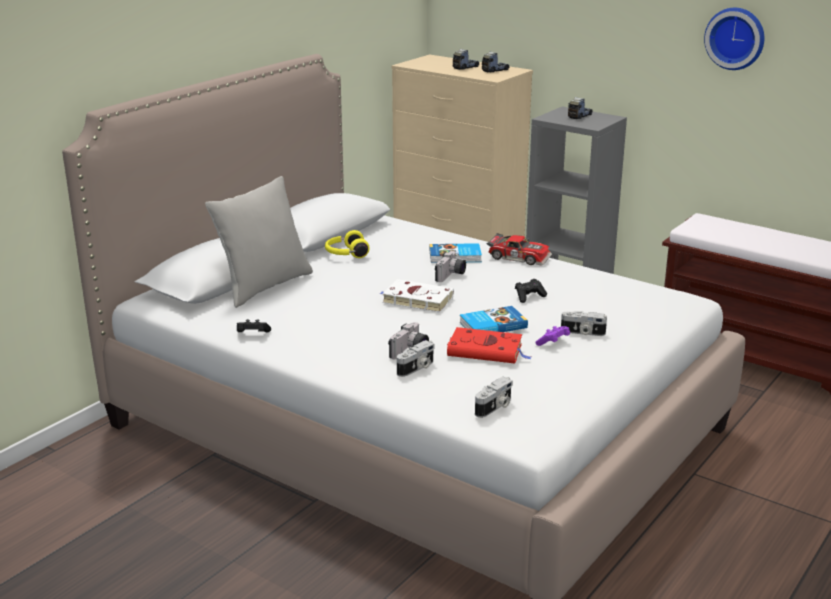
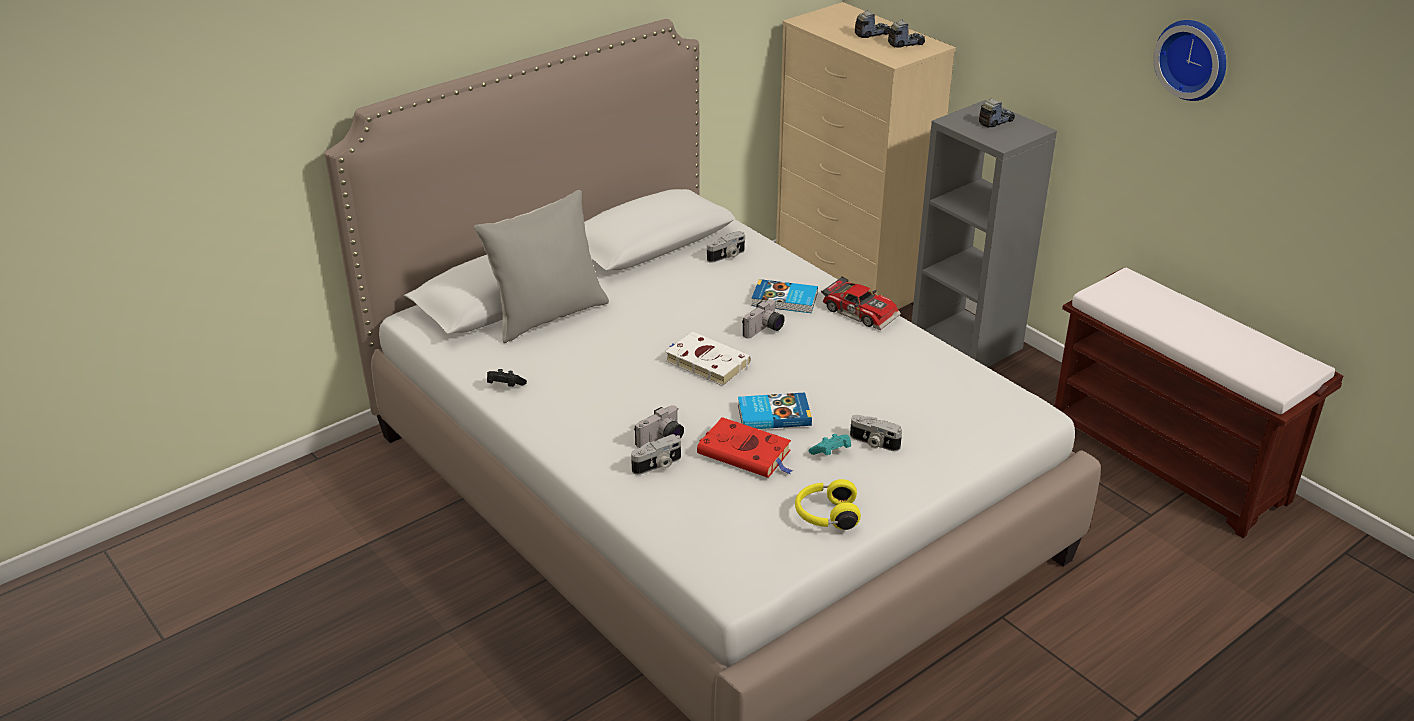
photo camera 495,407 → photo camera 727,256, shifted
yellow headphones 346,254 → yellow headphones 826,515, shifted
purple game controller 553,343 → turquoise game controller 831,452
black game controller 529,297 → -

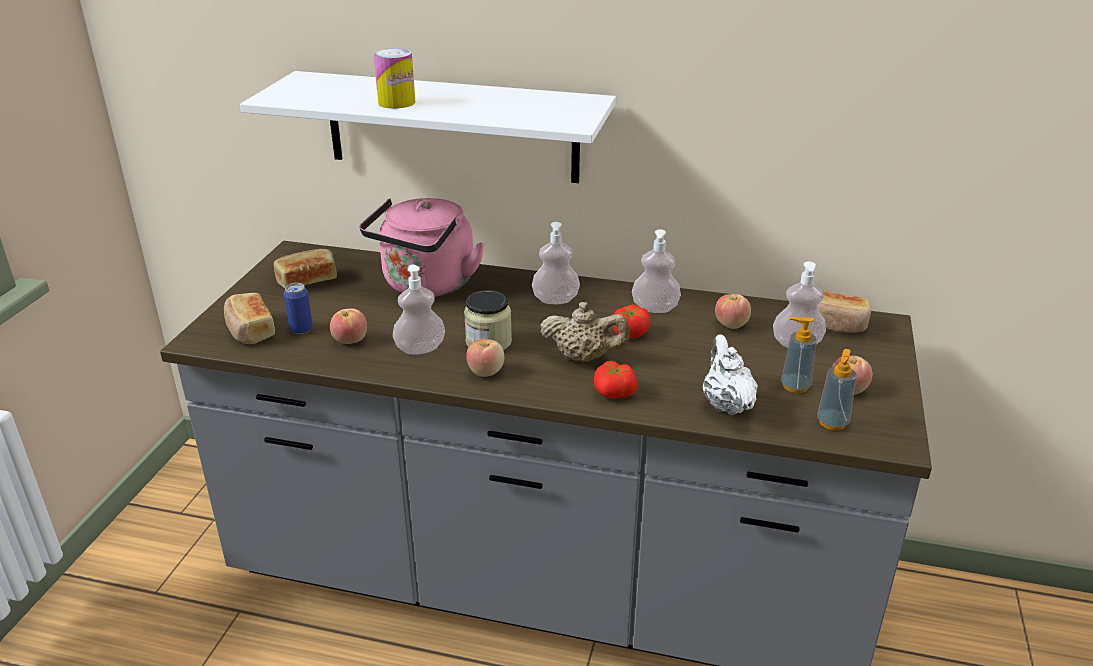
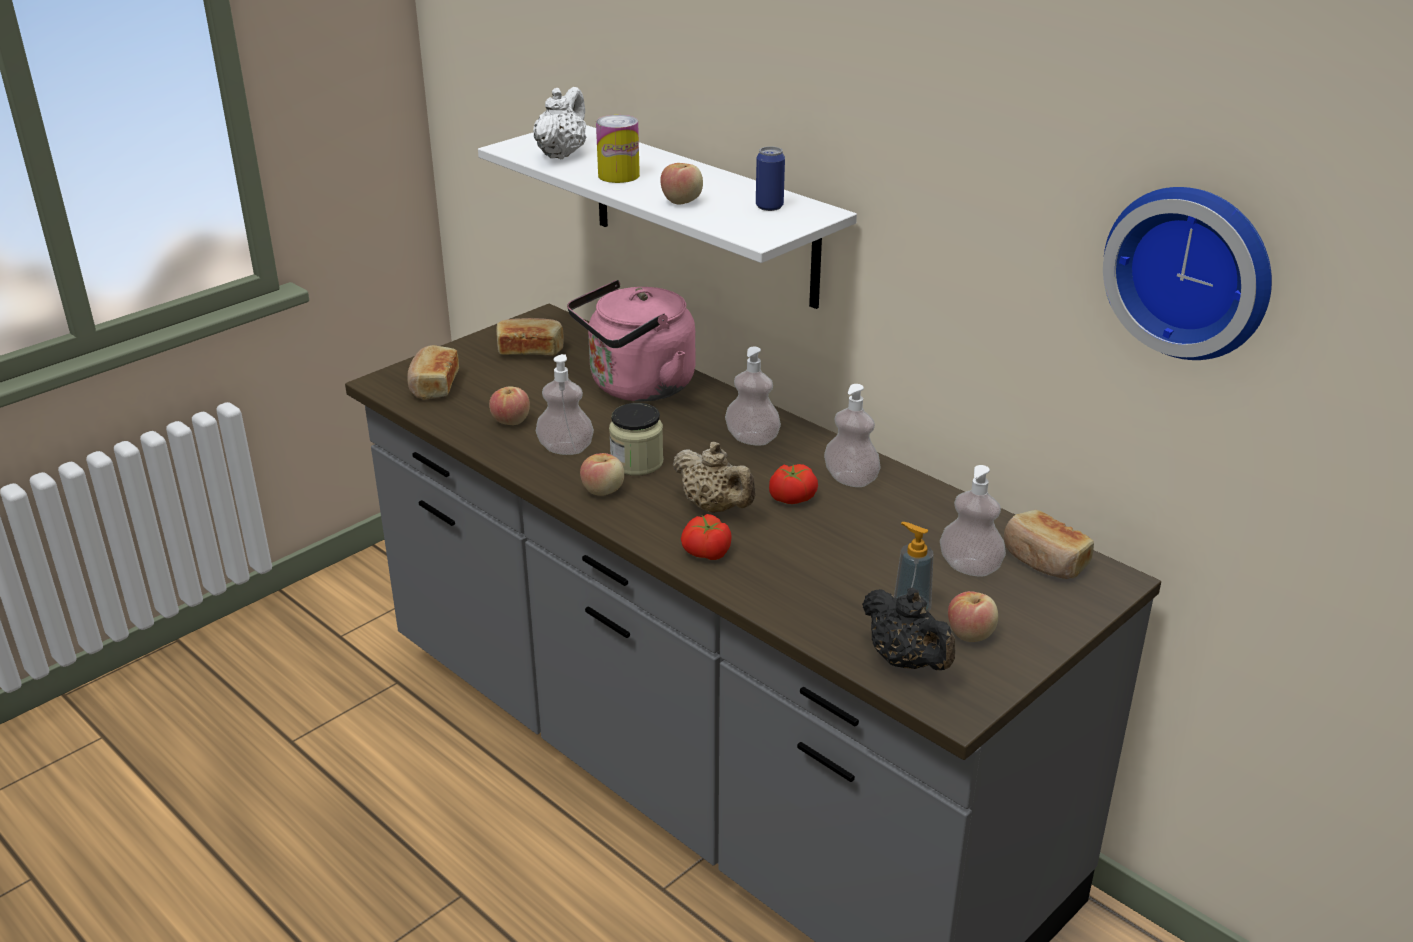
white teapot 726,404 → white teapot 561,154, shifted
apple 731,324 → apple 681,201, shifted
can 301,329 → can 769,207, shifted
soap dispenser 832,423 → black teapot 906,661
- → wall clock 1192,270

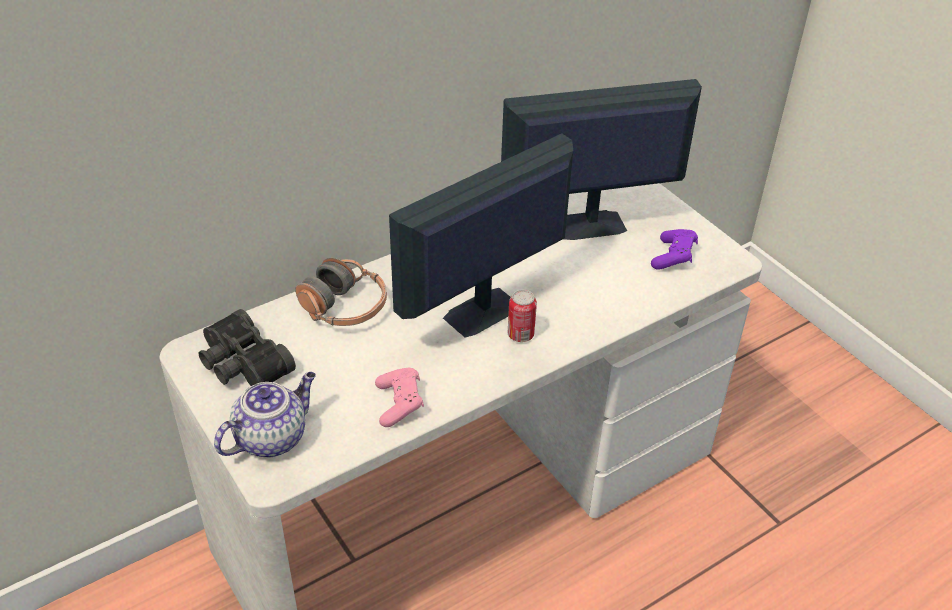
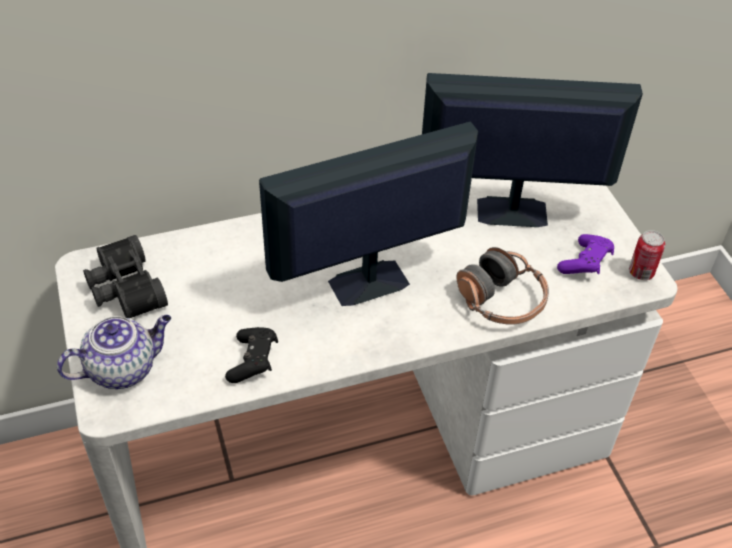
pink game controller 399,404 → black game controller 253,361
headphones 344,307 → headphones 501,300, shifted
can 520,335 → can 641,272, shifted

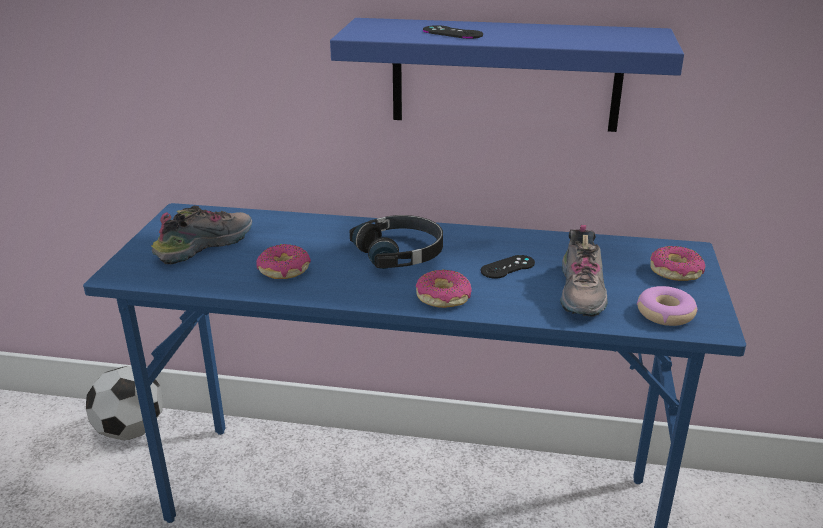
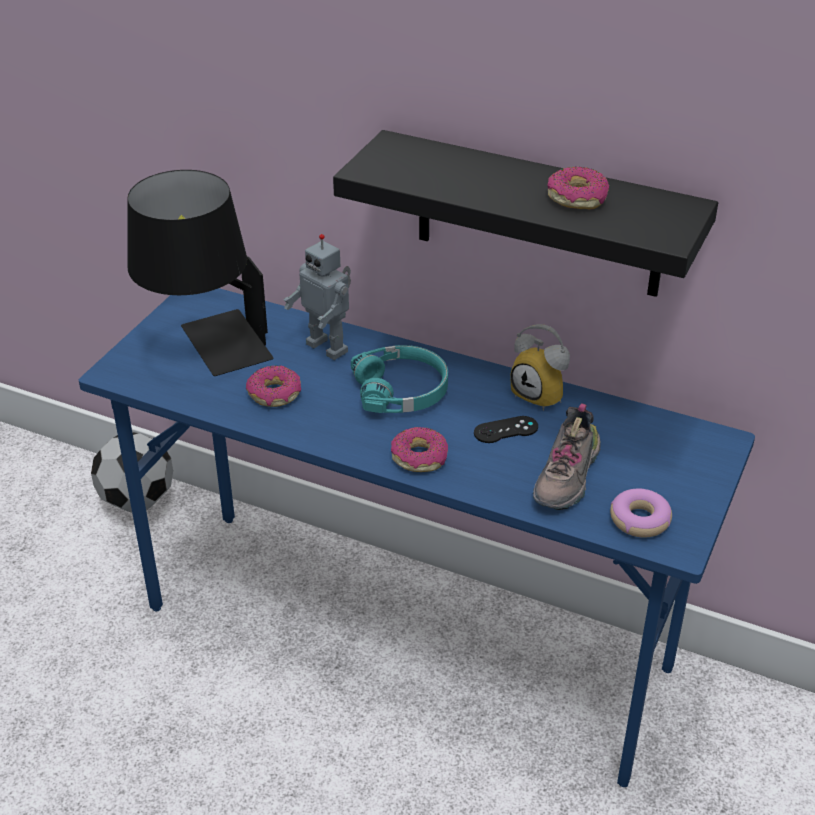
shoe 205,246 → black table lamp 206,348
- → toy robot 329,347
blue shelf 505,75 → black shelf 539,215
black headphones 400,252 → turquoise headphones 402,390
- → alarm clock 542,395
donut 675,271 → donut 577,198, shifted
black game controller 452,33 → -

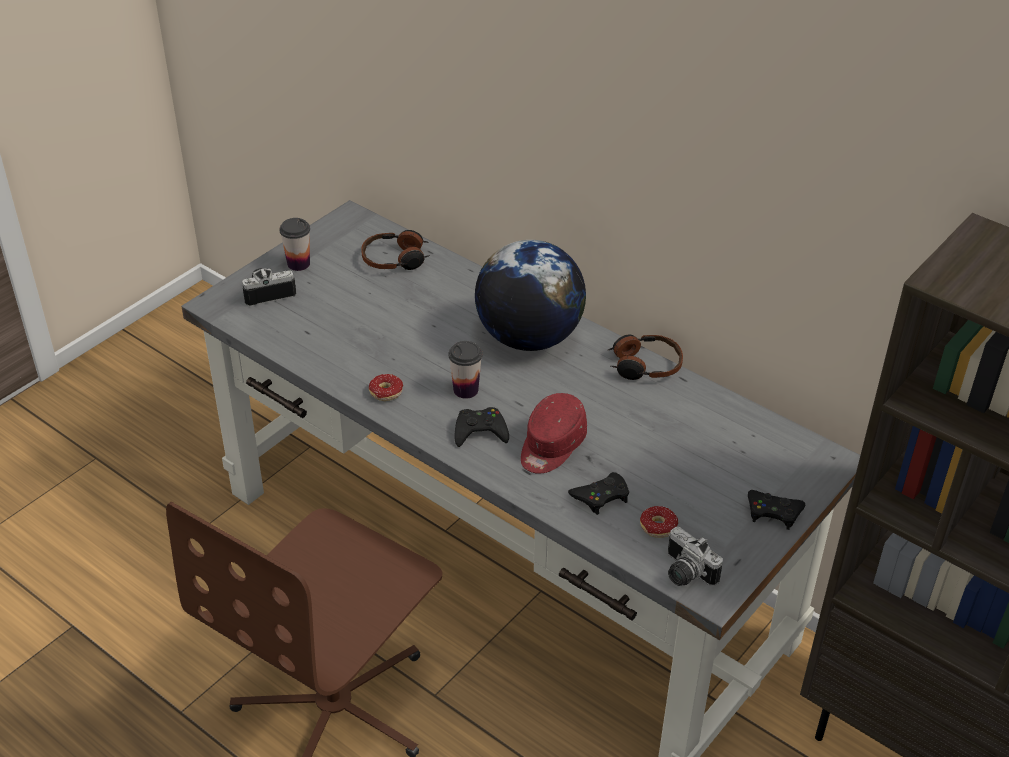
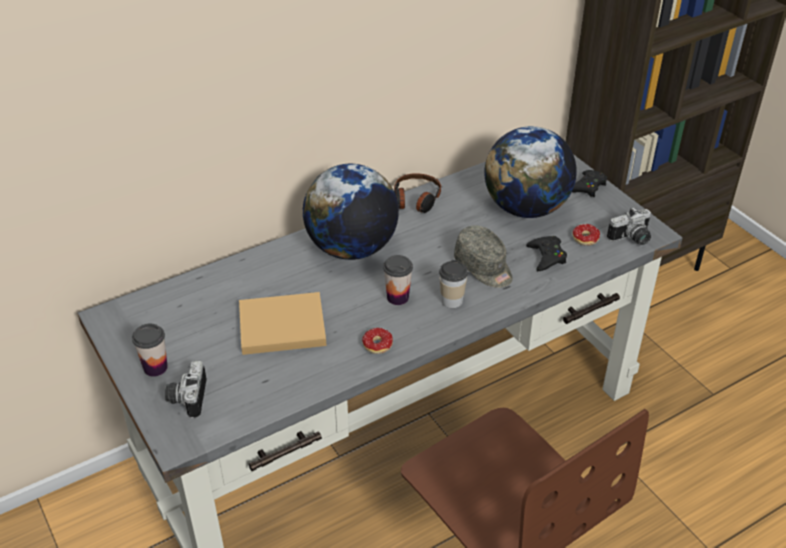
- → beige book 279,326
black game controller 480,432 → cup 451,301
red cap 551,446 → grey cap 484,267
- → globe 526,208
headphones 396,259 → -

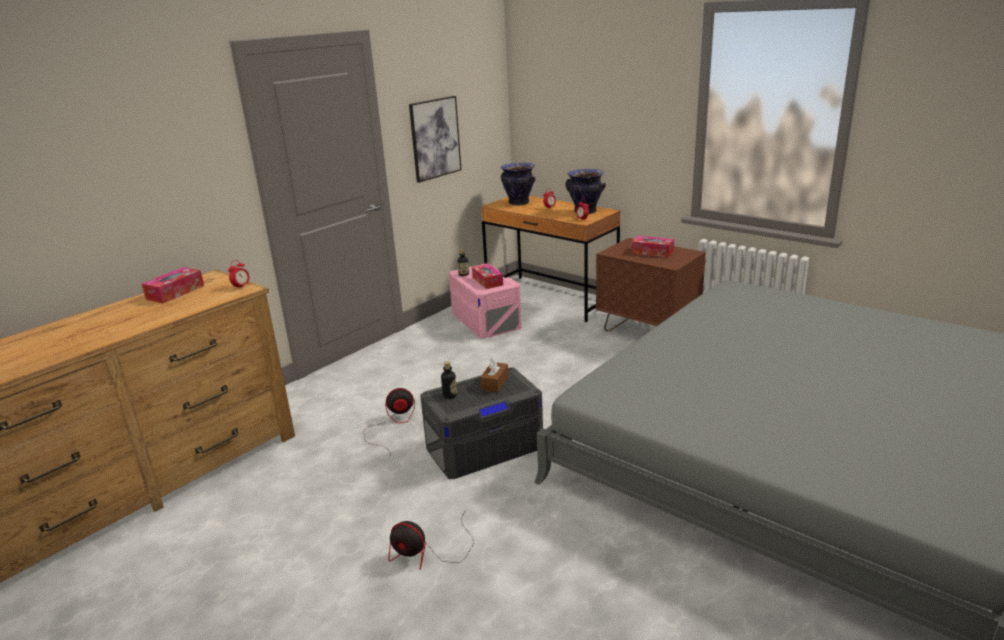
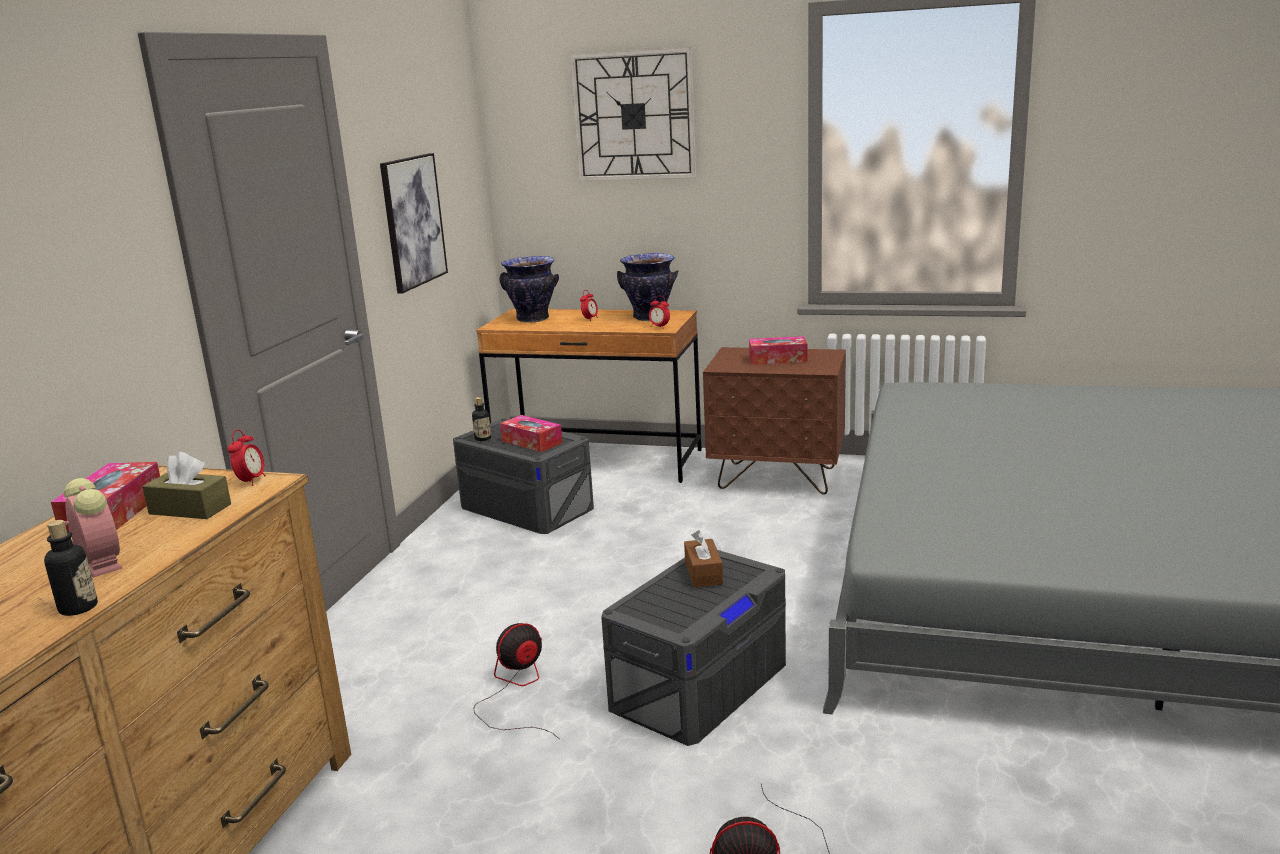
bottle 450,395 → bottle 78,608, shifted
- → alarm clock 99,563
- → brown tissue box 190,509
pink storage box 485,320 → grey storage box 526,507
- → wall clock 634,116

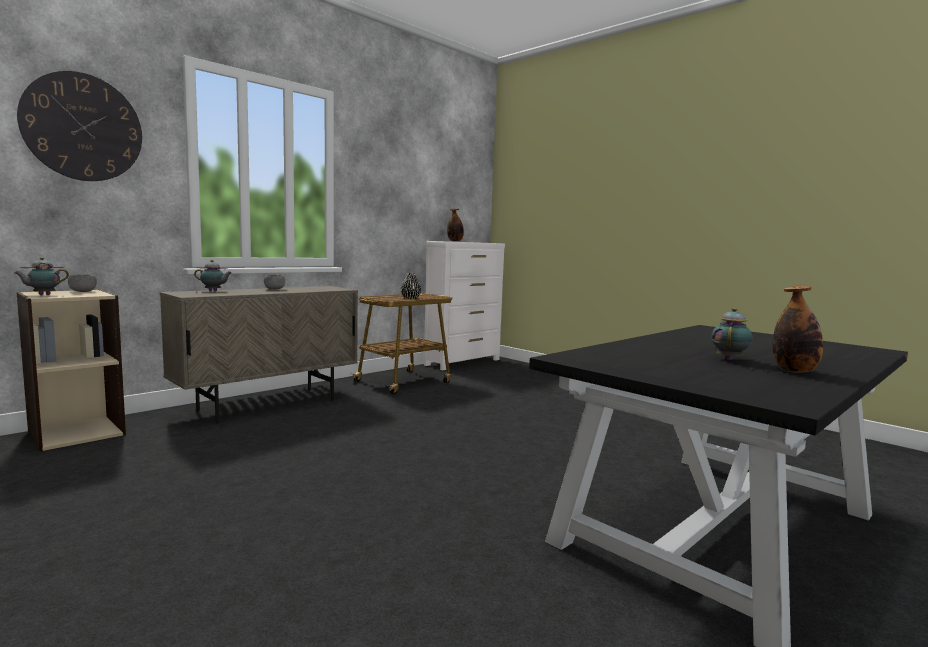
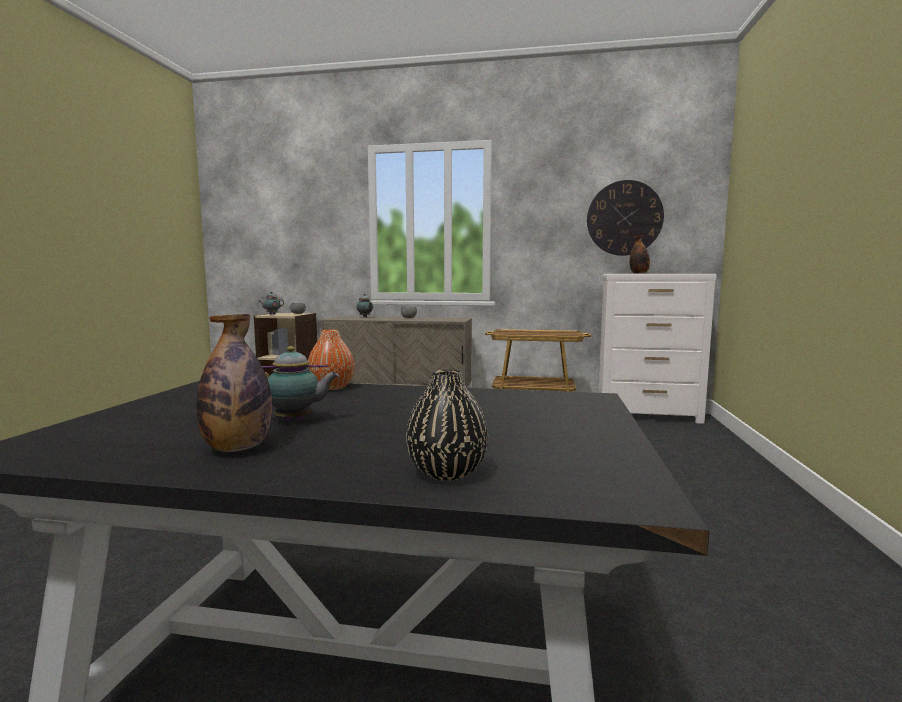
- → orange vase 331,387
black vase 410,298 → black vase 446,472, shifted
wall clock 83,127 → wall clock 624,218, shifted

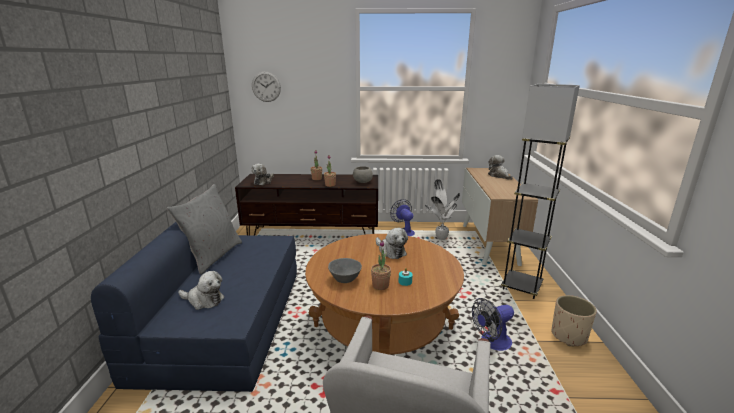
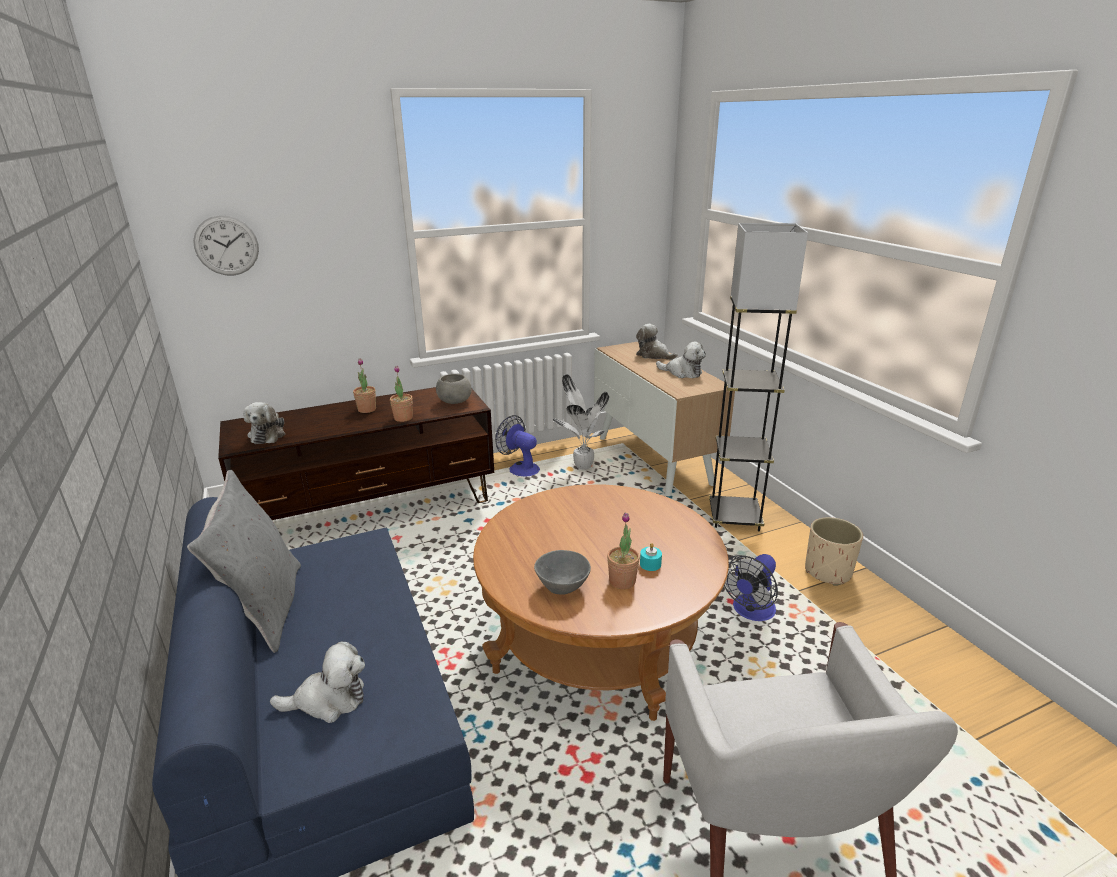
plush toy 390,251 → plush toy 682,373, shifted

